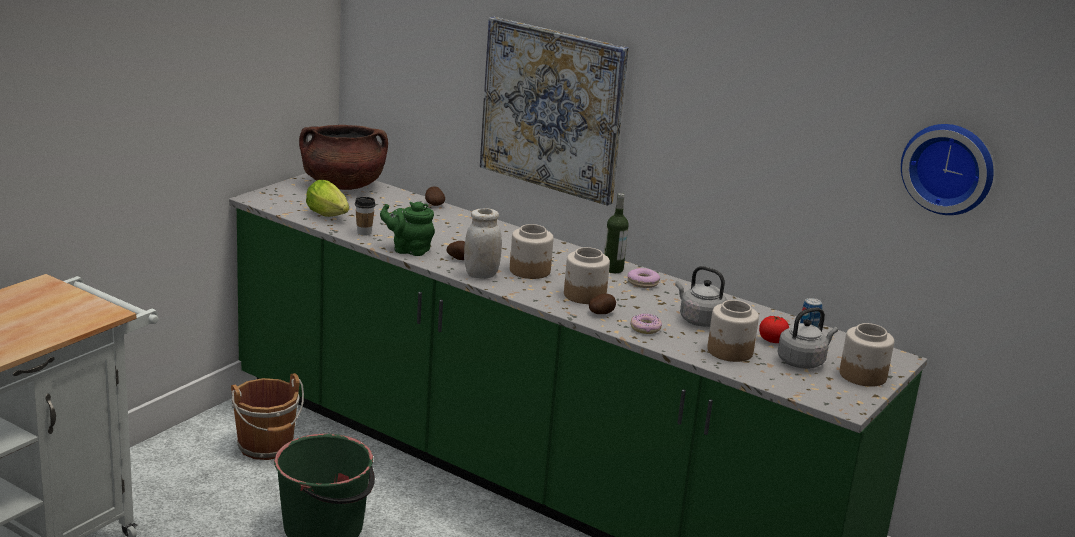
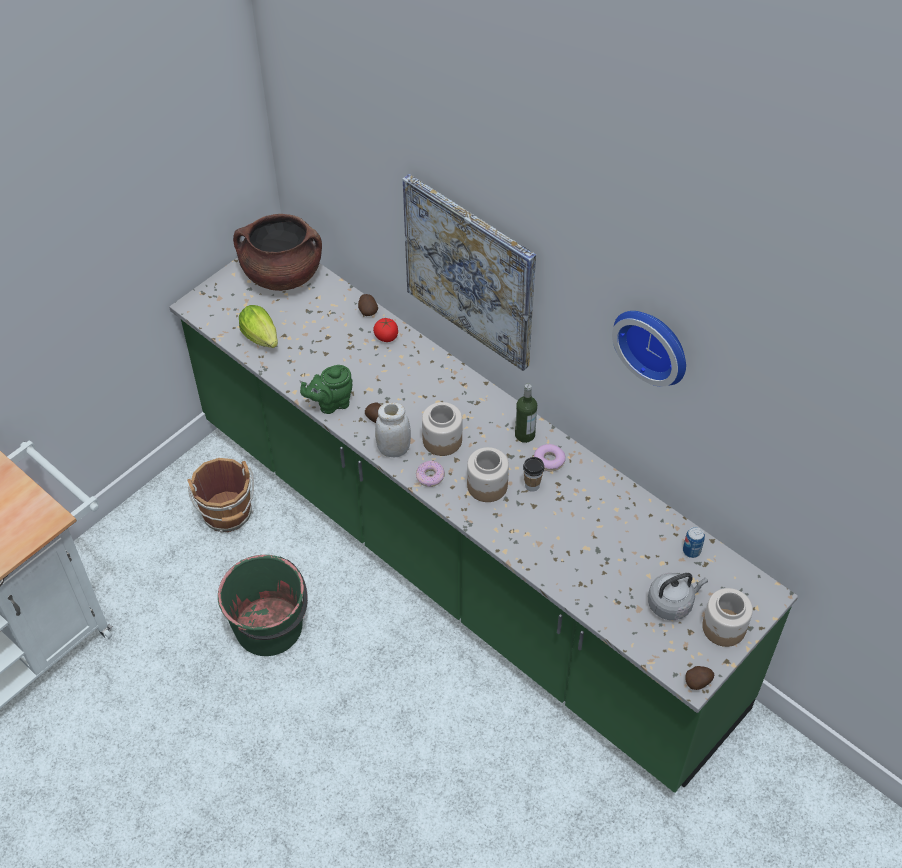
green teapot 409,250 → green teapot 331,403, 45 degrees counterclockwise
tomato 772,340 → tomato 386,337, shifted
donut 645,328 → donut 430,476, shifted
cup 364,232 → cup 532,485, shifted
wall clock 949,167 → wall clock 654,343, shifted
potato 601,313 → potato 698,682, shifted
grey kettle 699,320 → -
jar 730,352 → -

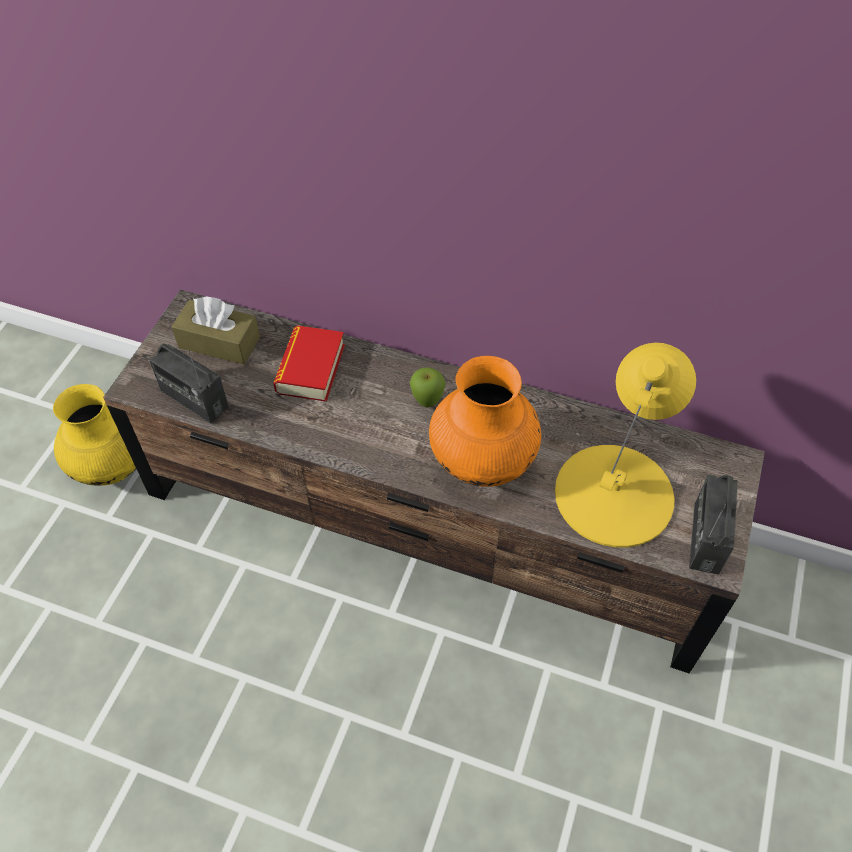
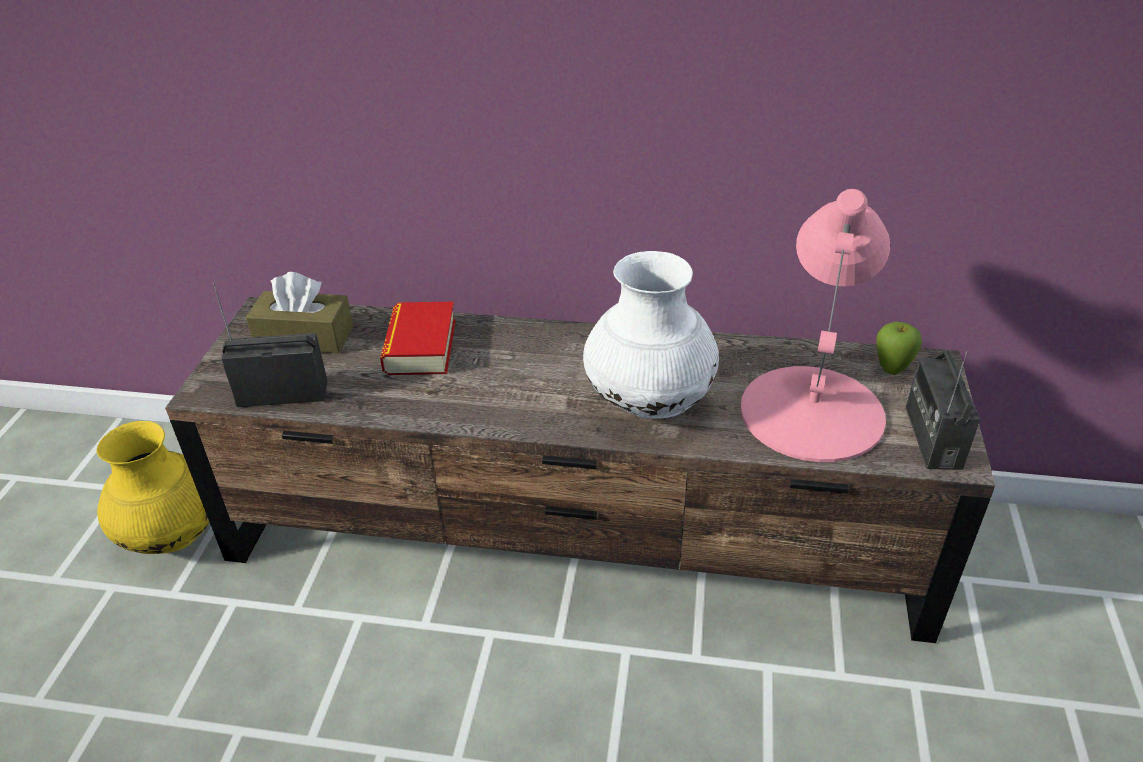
radio 194,399 → radio 283,393, 150 degrees clockwise
orange vase 482,461 → white vase 649,403
yellow table lamp 615,493 → pink table lamp 813,411
apple 427,402 → apple 891,370, shifted

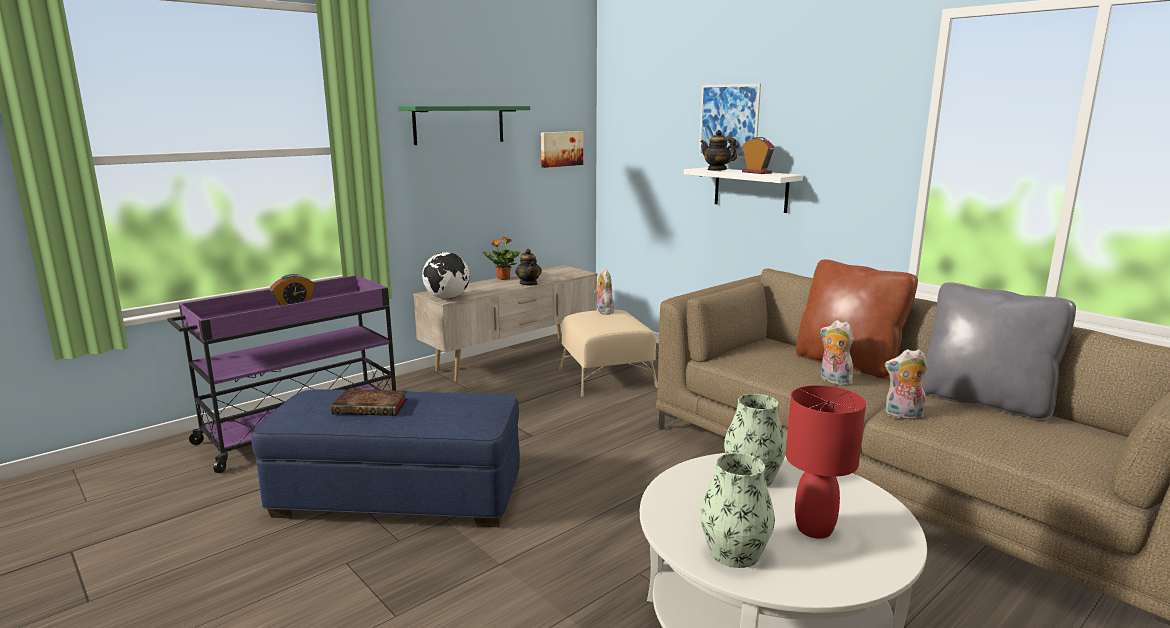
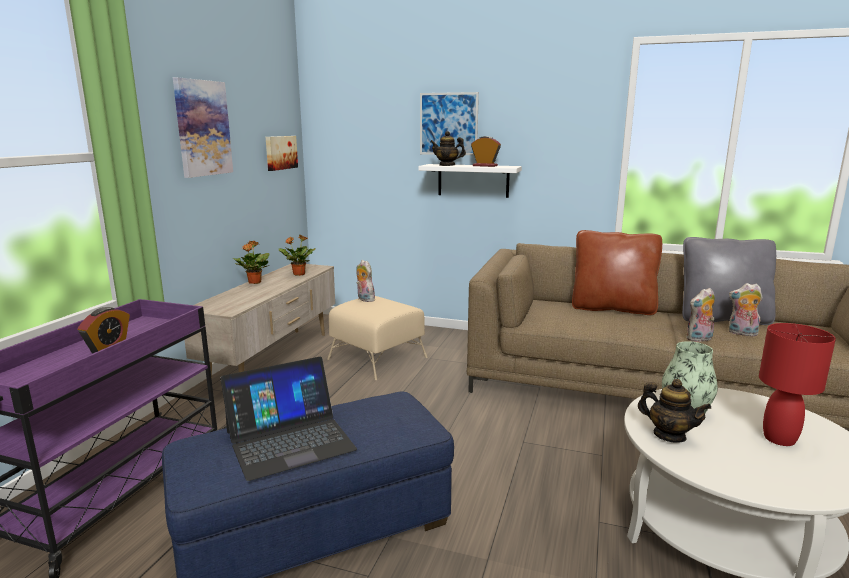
green shelf 459,124 → picture 202,128
book 372,407 → laptop 289,440
- → potted plant 298,274
teapot 528,284 → teapot 669,435, shifted
plush toy 833,381 → plush toy 742,333, shifted
globe 447,298 → -
vase 734,552 → -

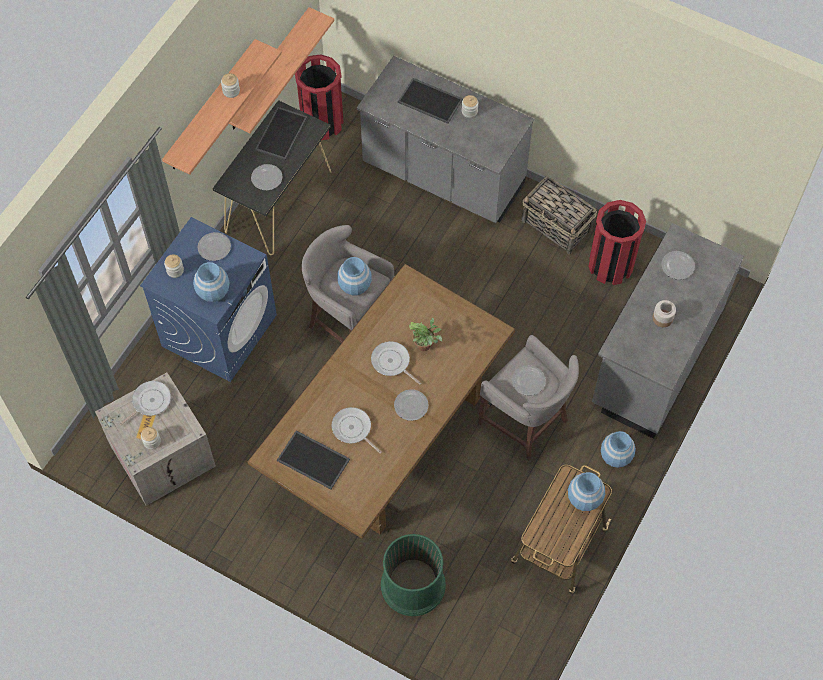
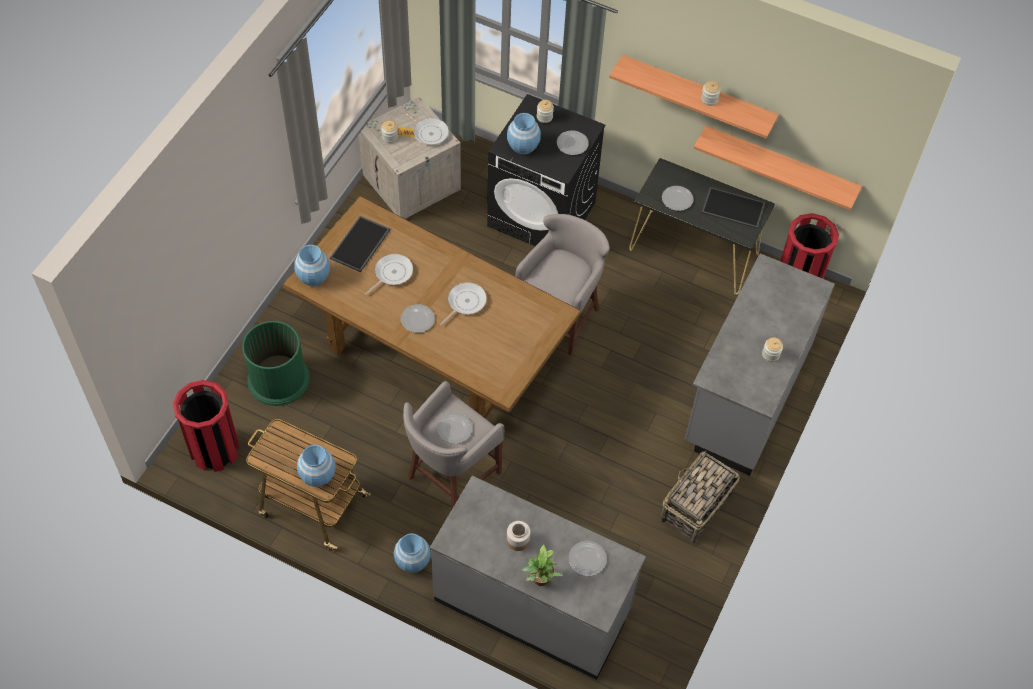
red trash can 610,265 → red trash can 215,450, shifted
blue vase 355,285 → blue vase 314,277, shifted
blue washing machine 219,330 → black washing machine 542,214
potted plant 425,345 → potted plant 540,580, shifted
tray 431,100 → -

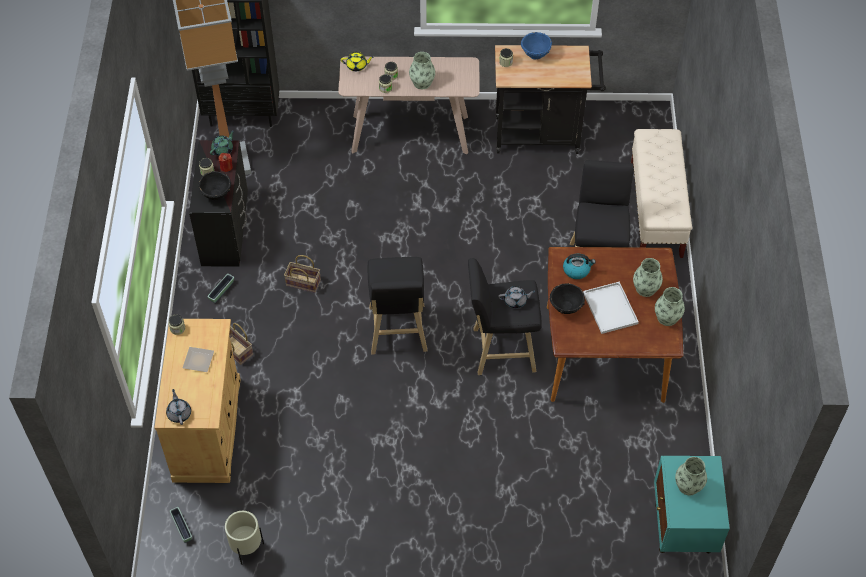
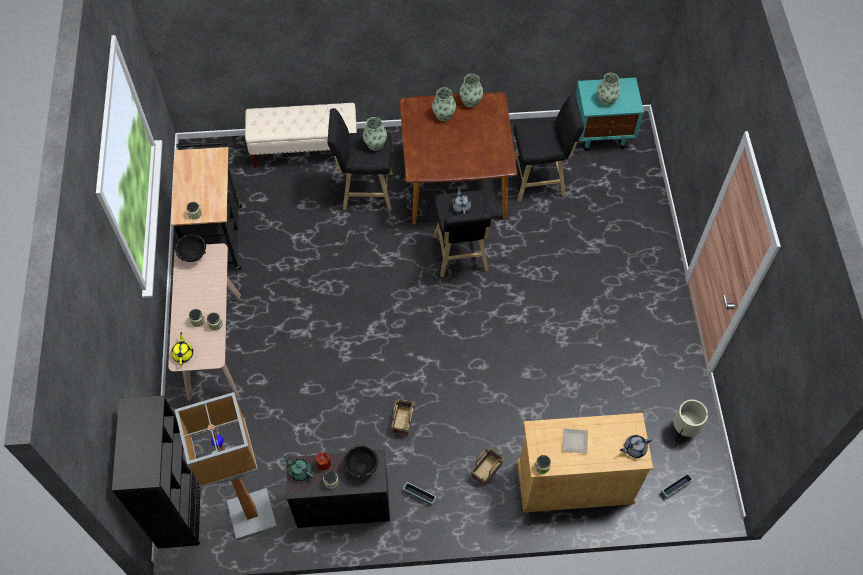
black bowl 566,308 → black bowl 193,255, shifted
vase 422,82 → vase 375,143, shifted
black stool 397,332 → black stool 540,180, shifted
blue bowl 535,54 → -
kettle 577,270 → -
white tray 609,307 → -

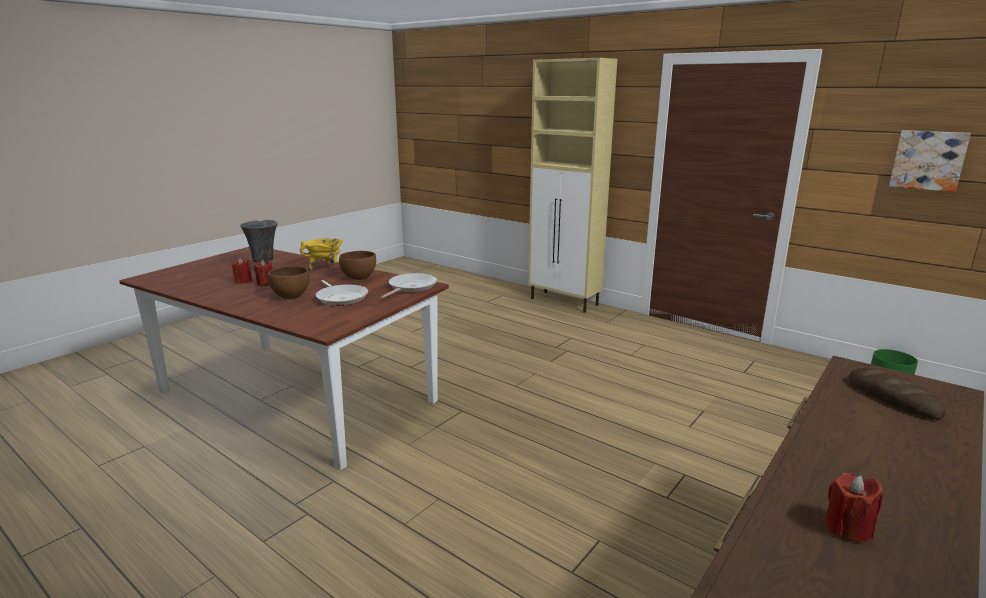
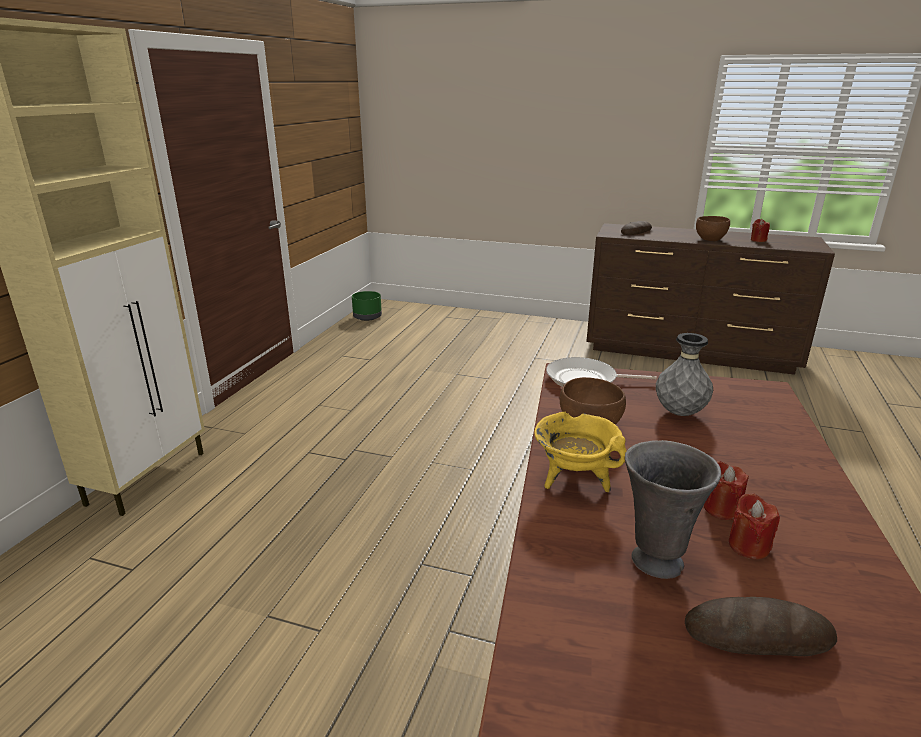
frying pan 341,298 → grey vase 679,413
- → bread 757,634
brown bowl 291,296 → brown bowl 710,240, shifted
picture 928,160 → -

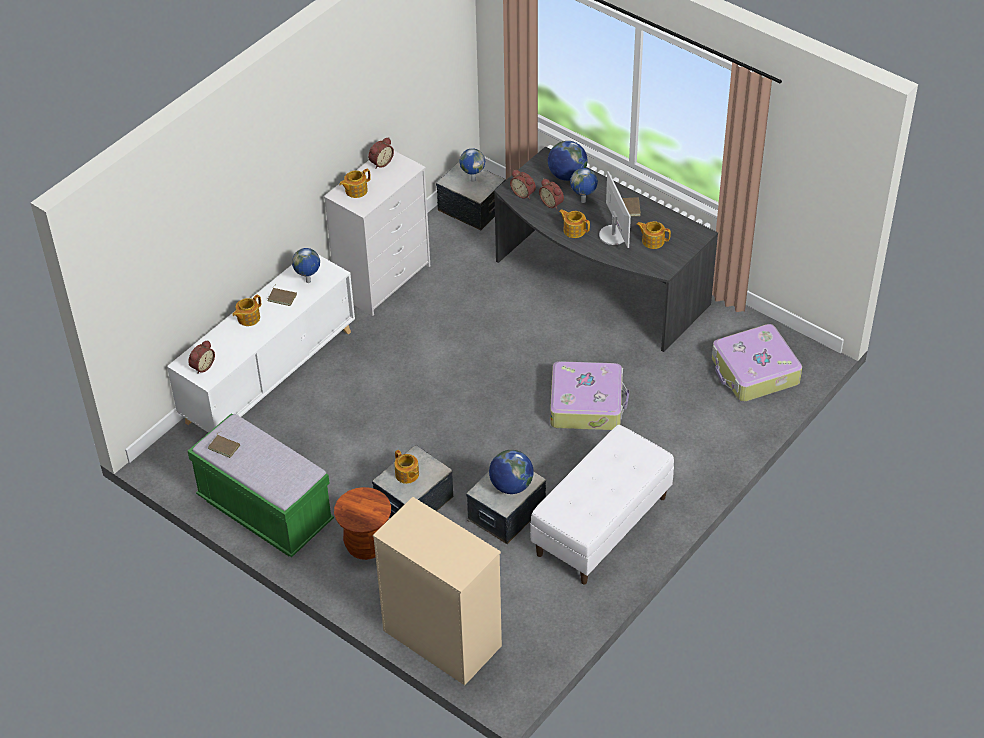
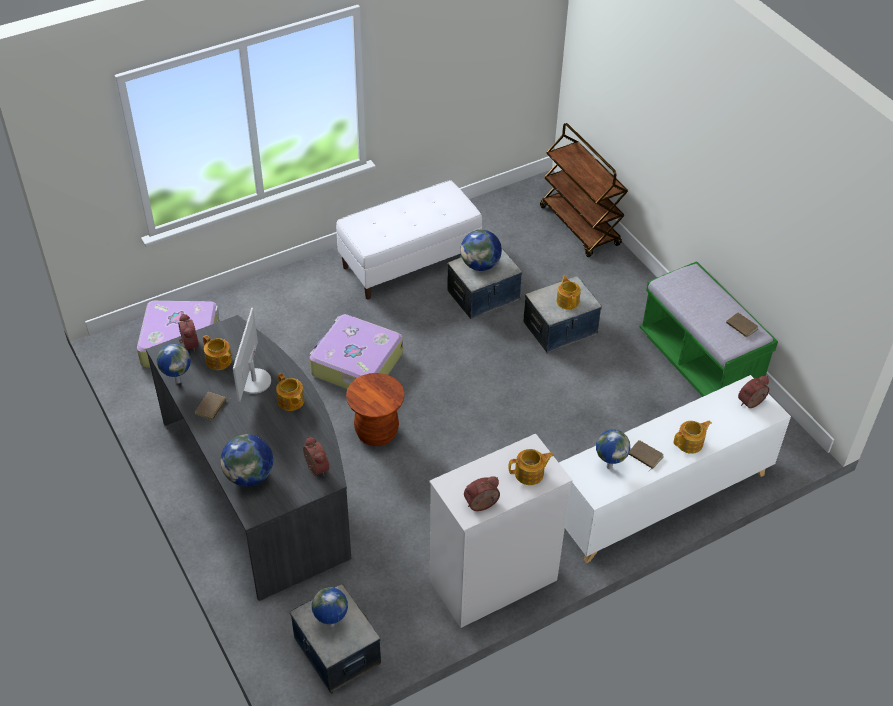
globe 583,201 → globe 178,381, shifted
alarm clock 552,203 → alarm clock 188,344, shifted
brown stool 366,545 → brown stool 376,432, shifted
beige dresser 441,638 → brown cart 580,226

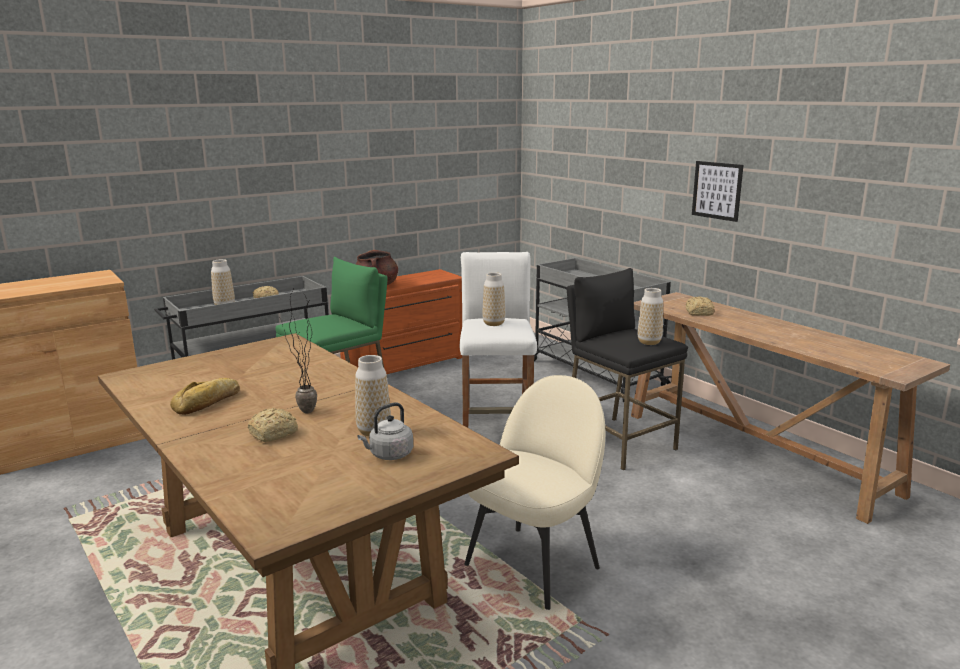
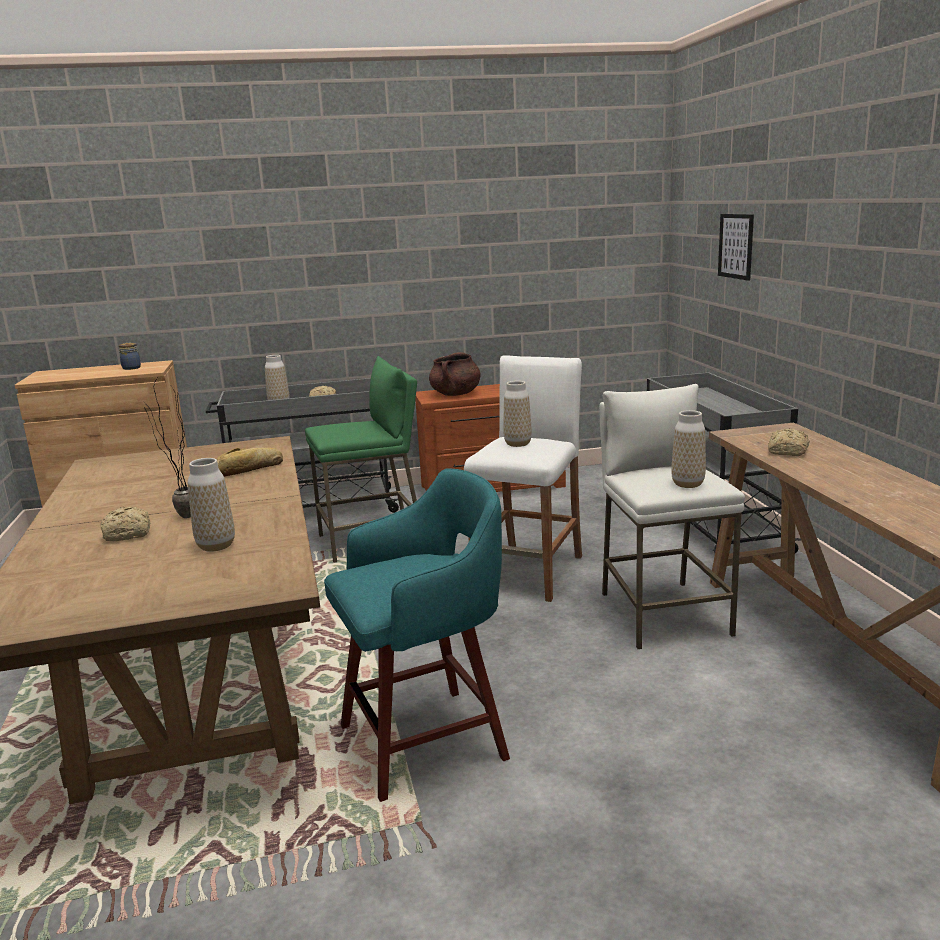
- → jar 132,368
bread 208,402 → bread 249,469, shifted
beige chair 534,564 → turquoise stool 428,740
black stool 618,442 → white stool 663,613
picture 717,190 → picture 736,246, shifted
grey kettle 389,455 → -

